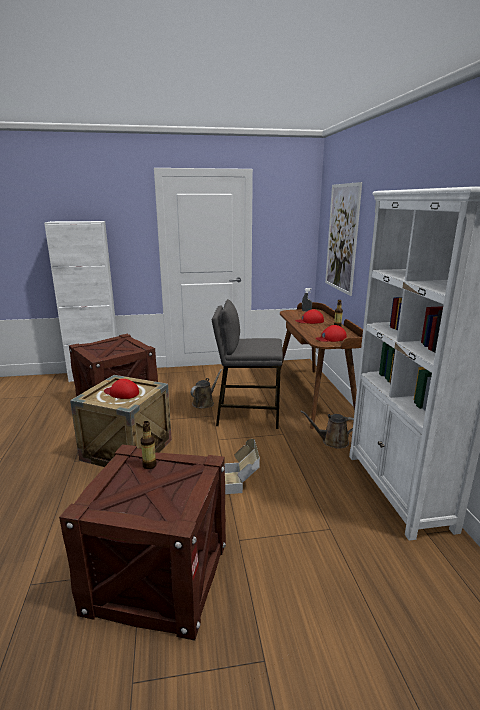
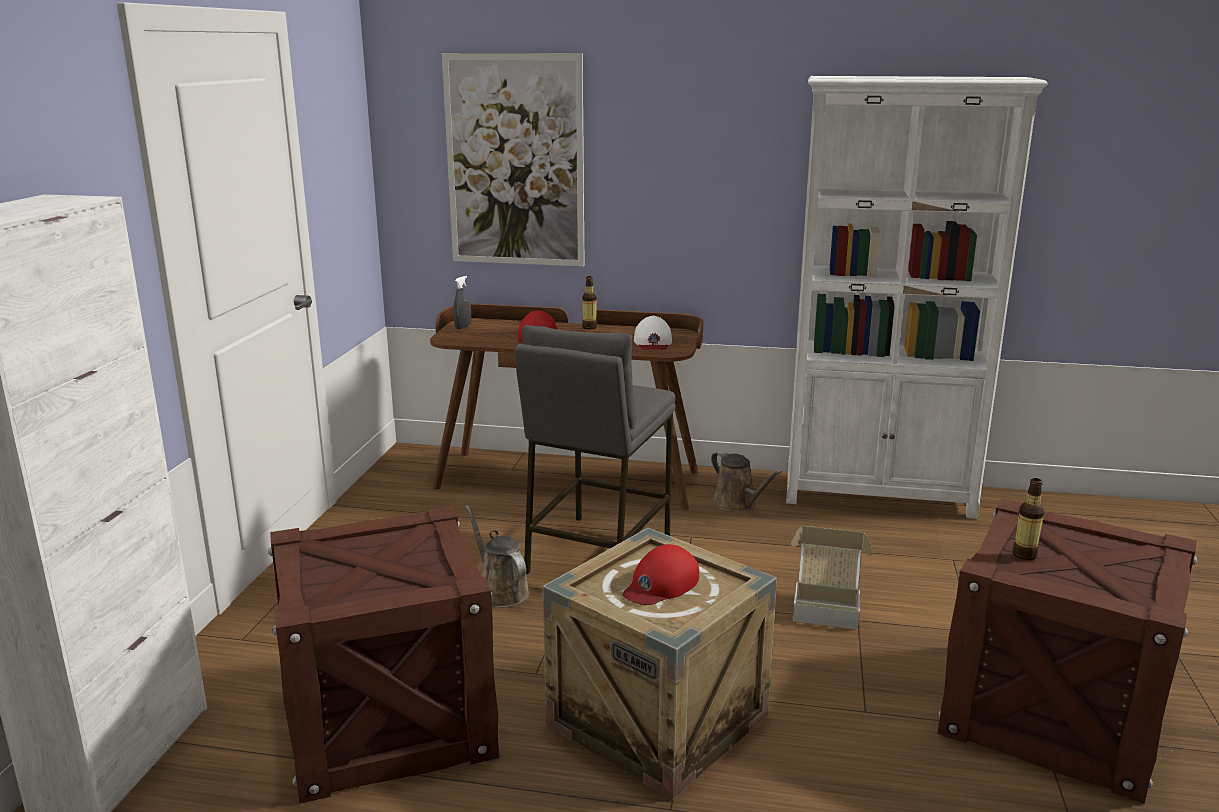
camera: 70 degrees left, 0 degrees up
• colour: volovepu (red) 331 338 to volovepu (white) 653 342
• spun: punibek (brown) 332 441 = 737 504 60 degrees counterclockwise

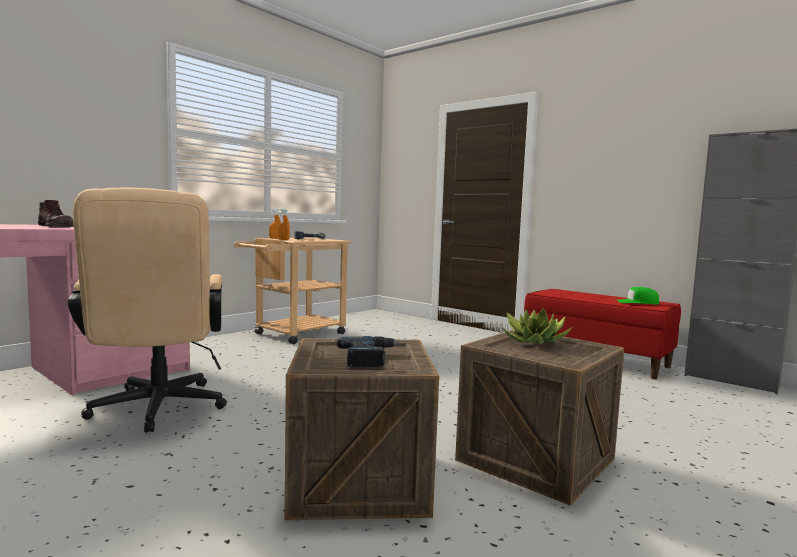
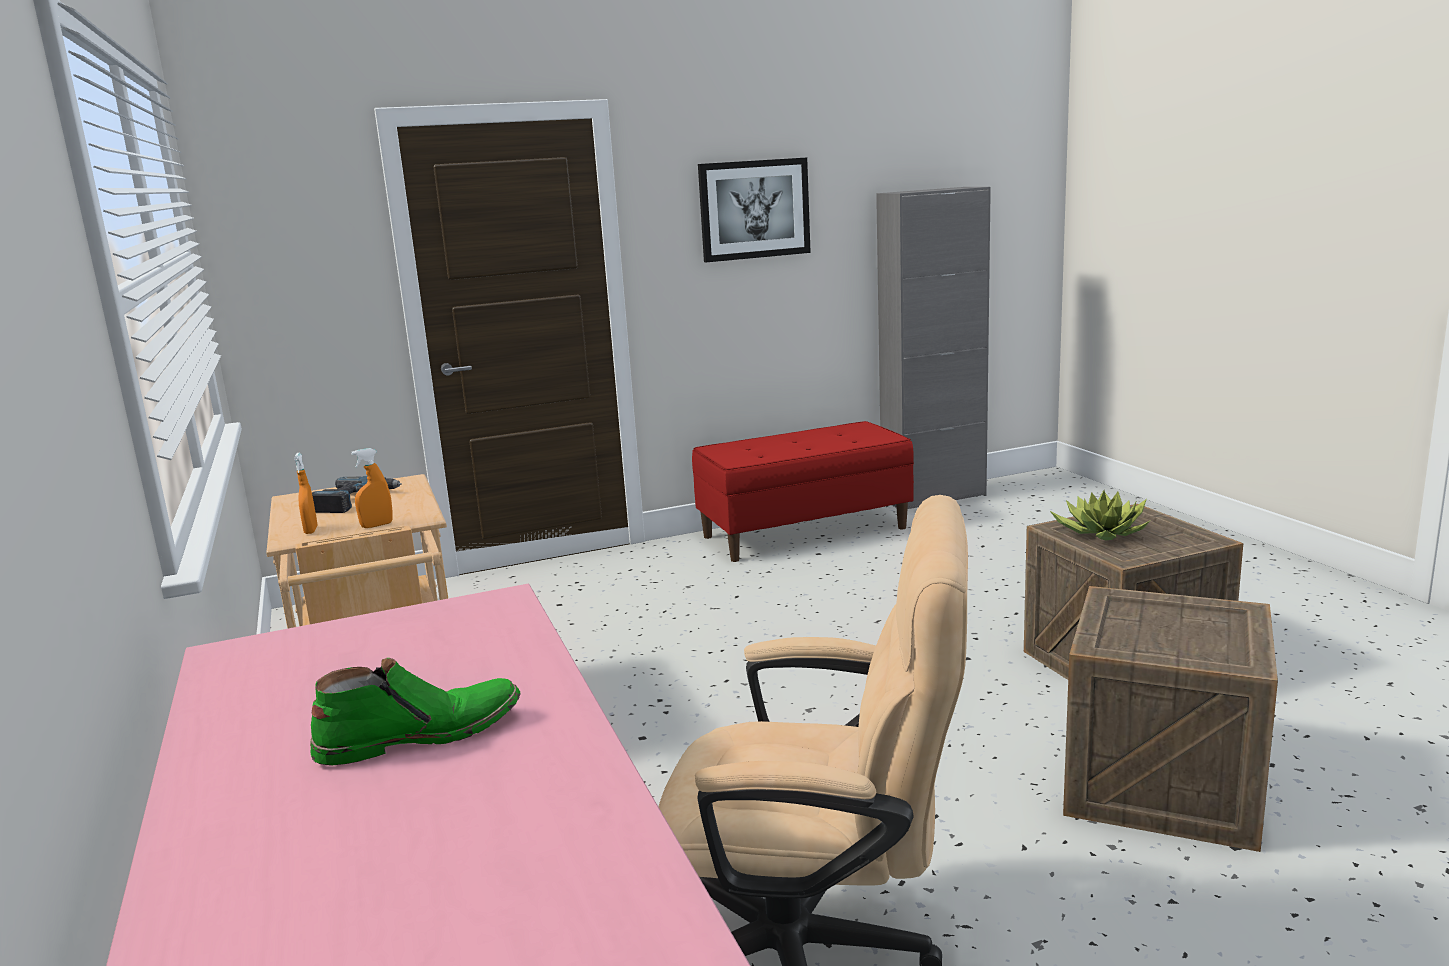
camera: 60 degrees left, 10 degrees up
• colour: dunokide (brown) 56 226 to dunokide (green) 420 734
• missing: volovepu (green) 637 303
• missing: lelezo 370 357
• appeared: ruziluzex 754 209

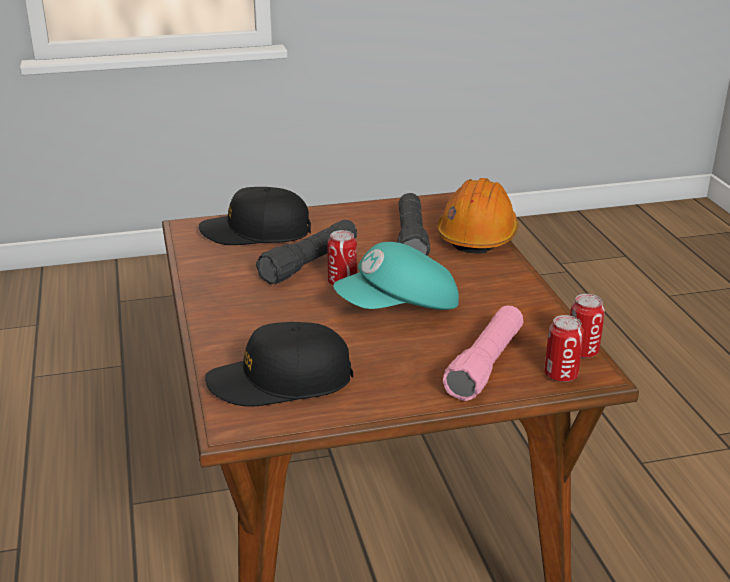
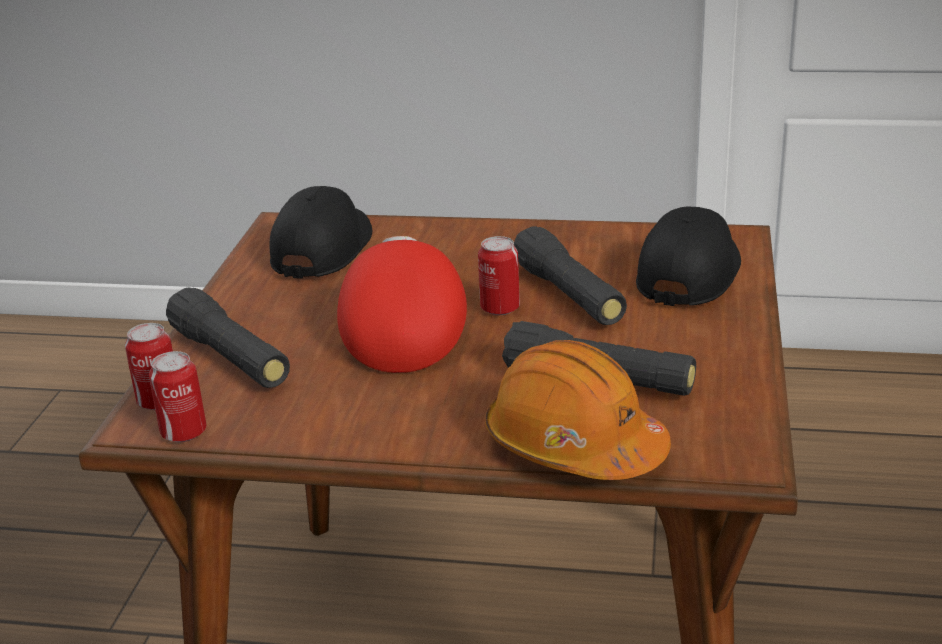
camera: 115 degrees right, 0 degrees up
• colour: volovepu (turquoise) 399 308 to volovepu (red) 402 332
• colour: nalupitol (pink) 485 365 to nalupitol (black) 231 358

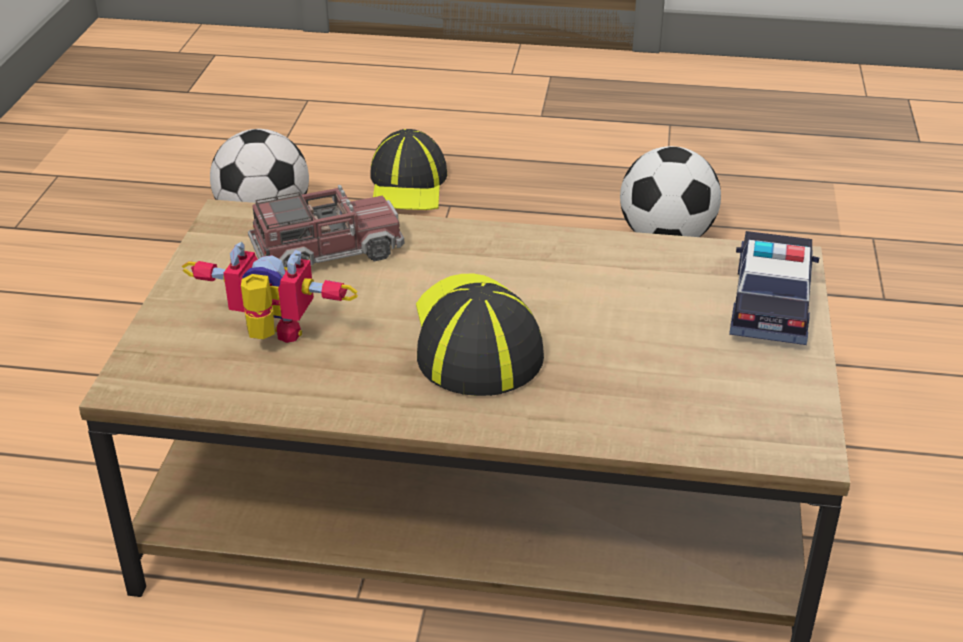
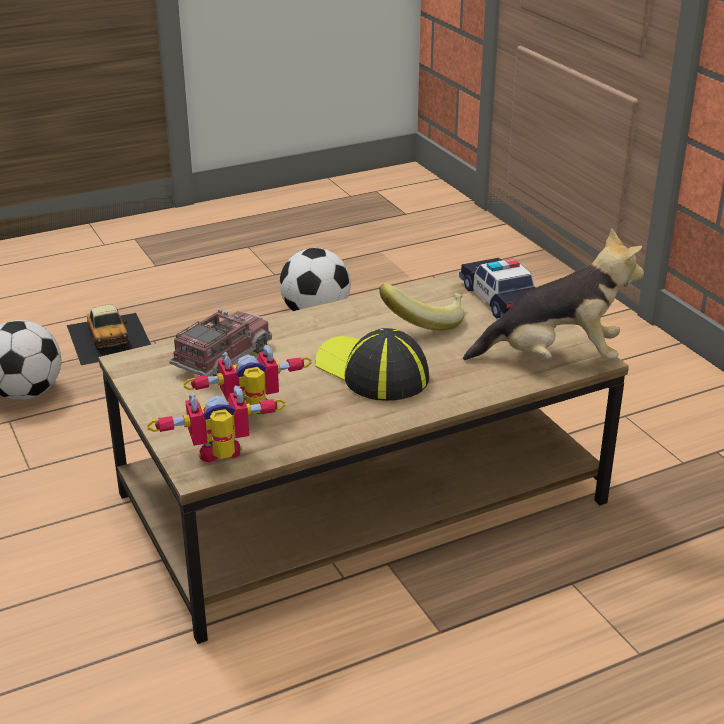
camera: 35 degrees left, 5 degrees down
• exchanged: volovepu 408 185 to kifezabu 110 337
• appeared: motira 554 358
• appeared: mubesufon 424 321
• appeared: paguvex 221 459

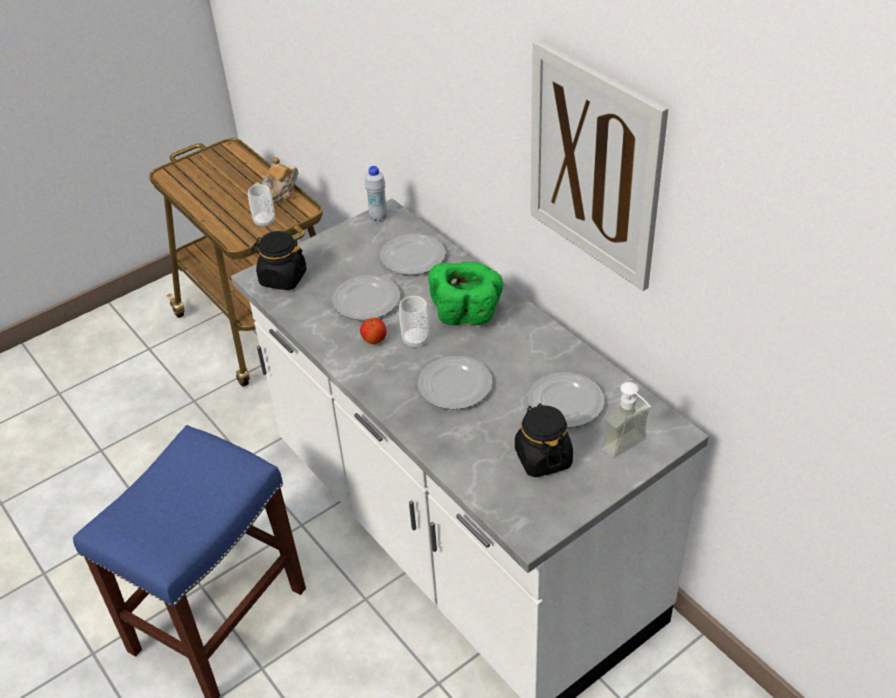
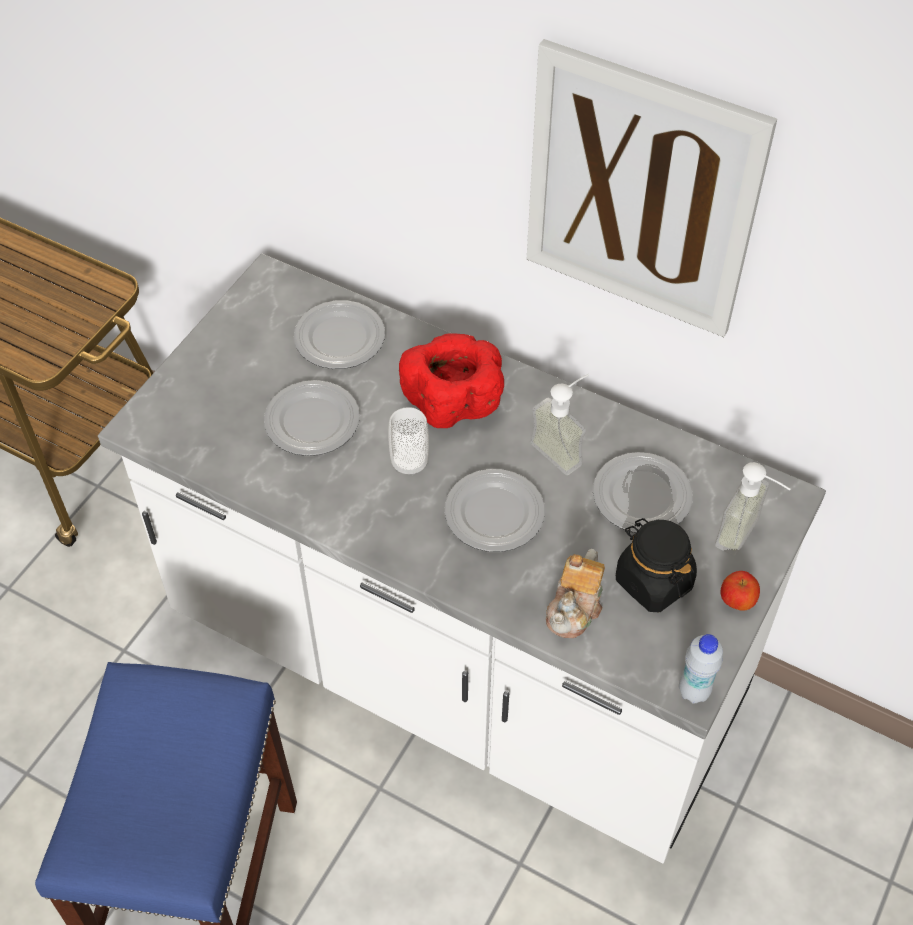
camera: 25 degrees left, 10 degrees up
• relocated: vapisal 279 194 to 575 608
• relocated: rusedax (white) 378 217 to 694 691
• missing: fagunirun 264 222
• missing: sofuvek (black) 282 278
• colour: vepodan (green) 466 311 to vepodan (red) 453 401
• relocated: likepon 374 340 to 737 601
• appeared: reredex 564 448

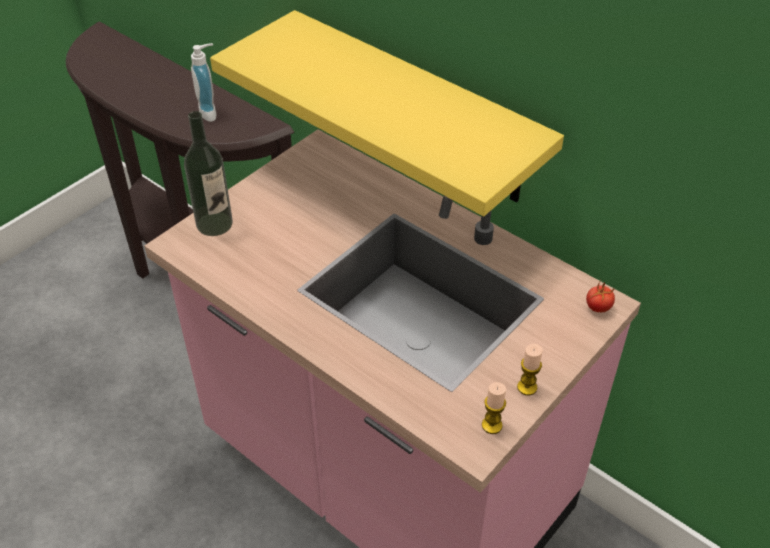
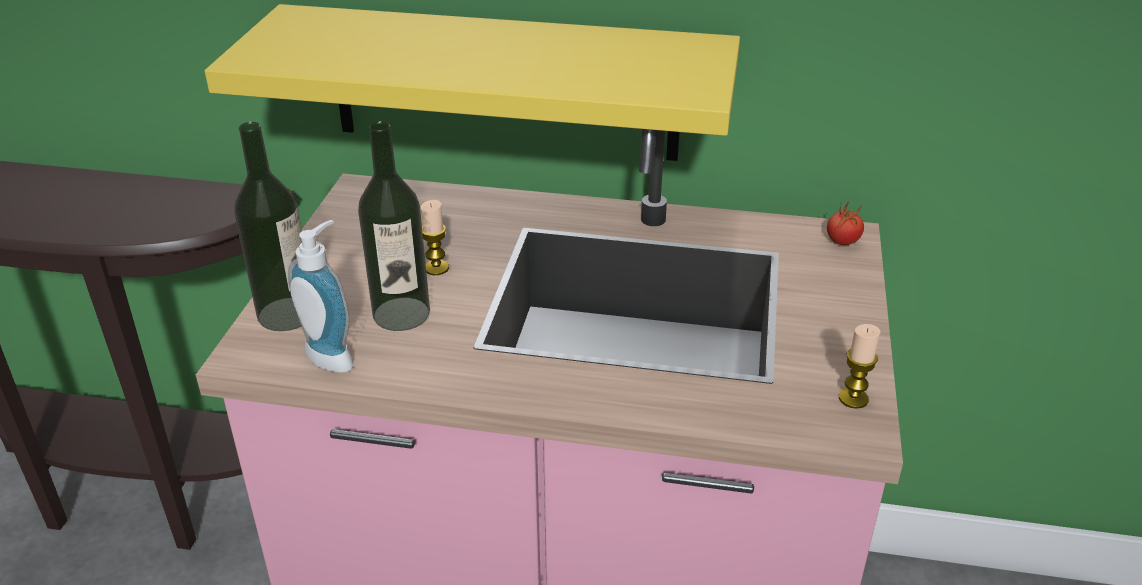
camera: 30 degrees left, 10 degrees down
• relocated: reredex 211 112 to 334 355
• relocated: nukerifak 527 387 to 436 268
• appeared: rusedax 401 314

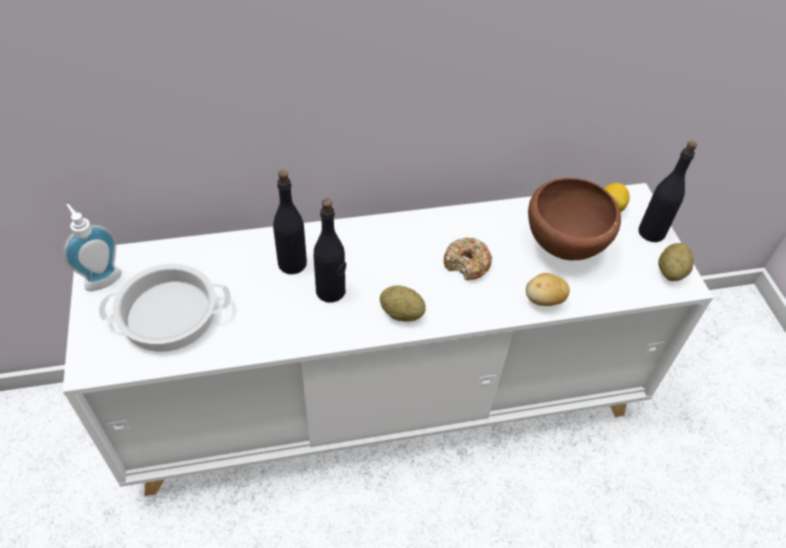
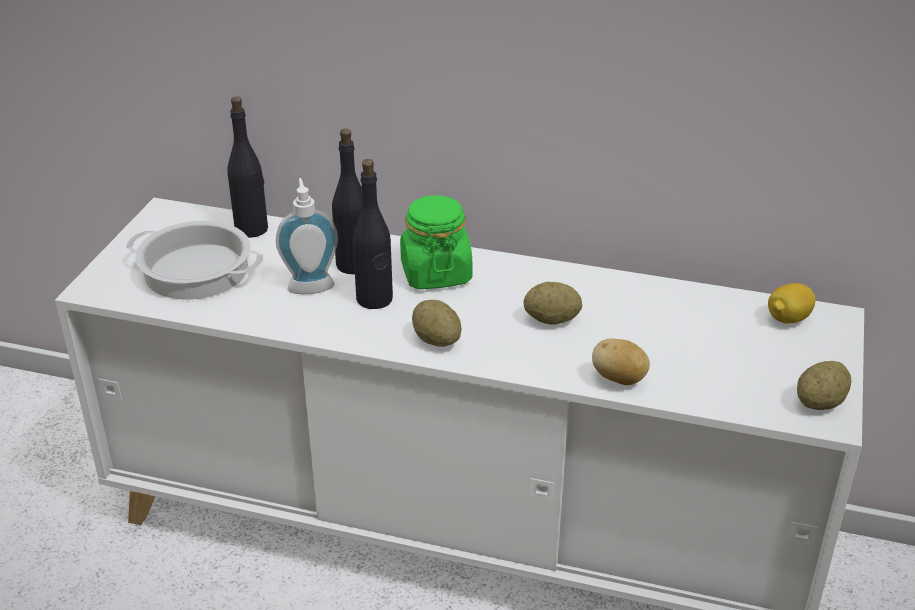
camera: 30 degrees right, 15 degrees down
• relocated: rusedax (black) 651 232 to 252 229
• missing: vepodan (brown) 563 249
• relocated: reredex 101 278 to 310 284
• exchanged: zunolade 467 264 to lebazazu 551 320
• appeared: sofuvek (green) 435 273

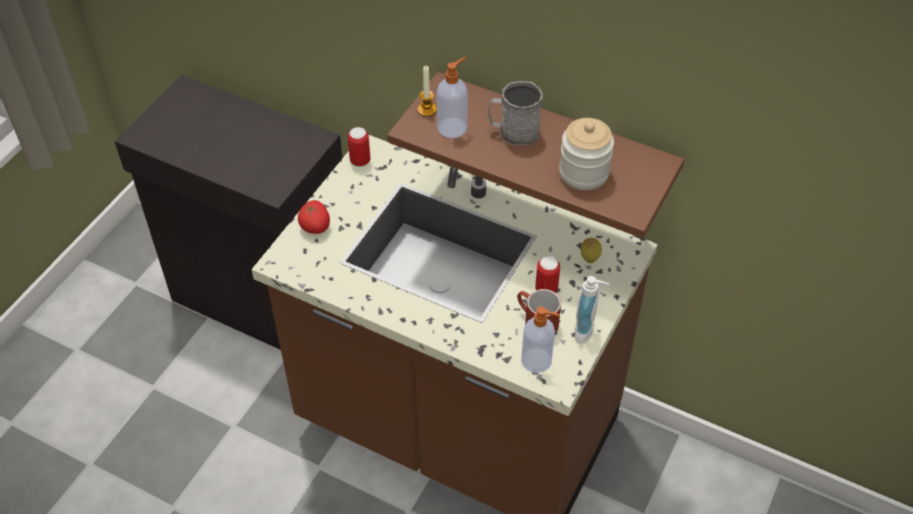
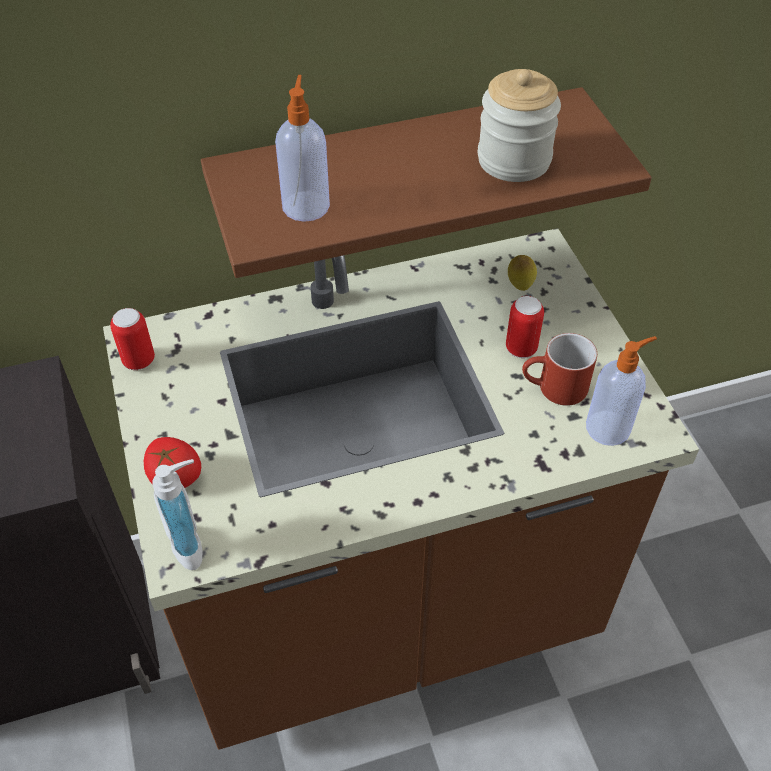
camera: 45 degrees left, 0 degrees up
• missing: nukerifak 427 110
• missing: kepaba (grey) 513 132
• relocated: reredex 587 331 to 193 545

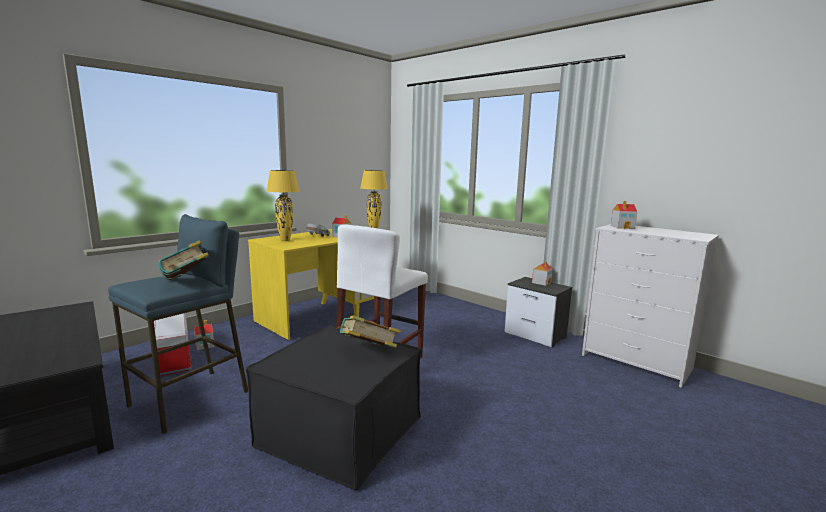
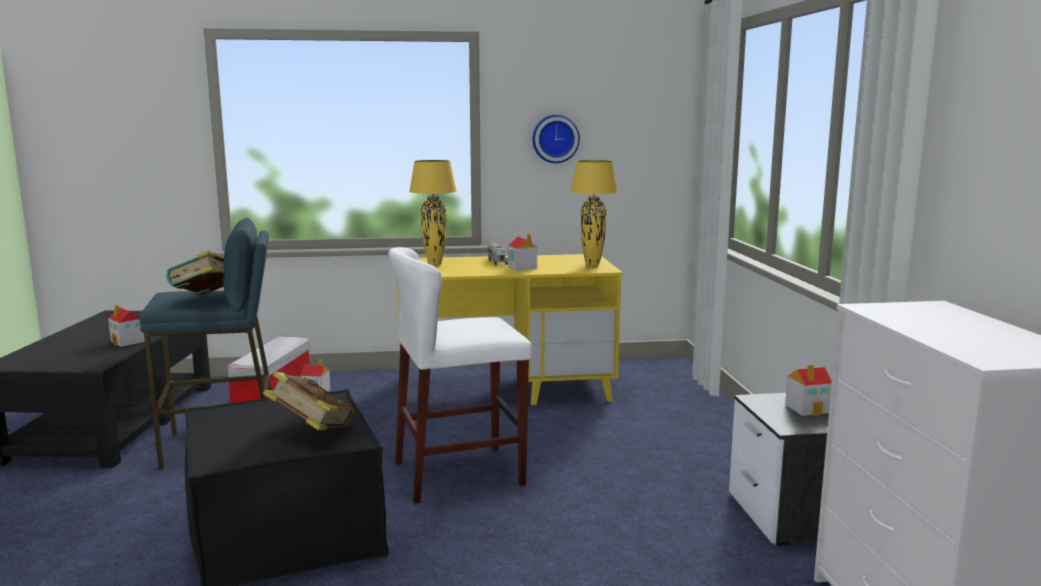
camera: 40 degrees right, 0 degrees up
• relocated: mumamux 623 227 to 128 342
• appeared: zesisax 555 139

